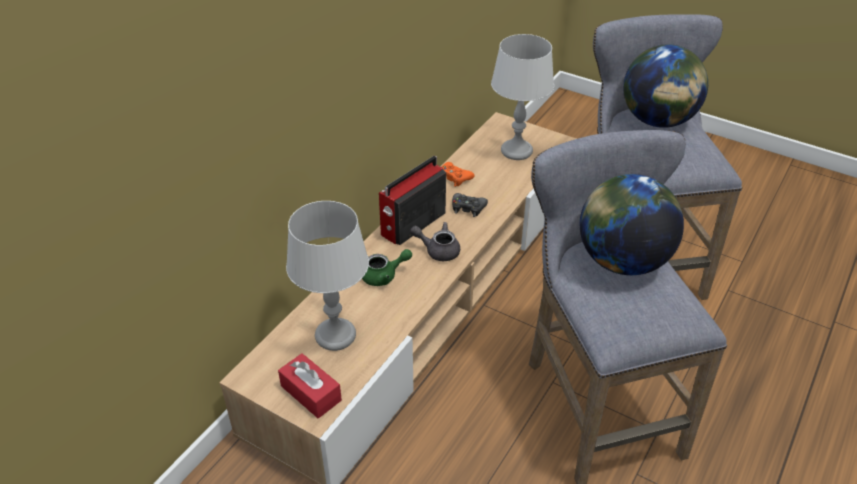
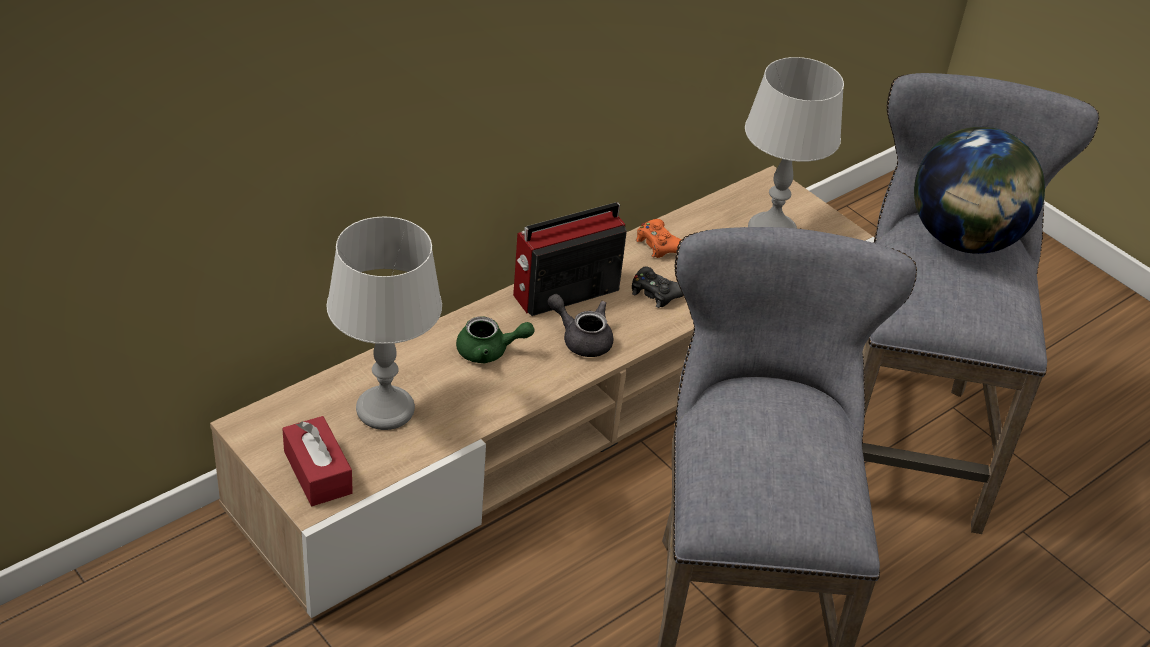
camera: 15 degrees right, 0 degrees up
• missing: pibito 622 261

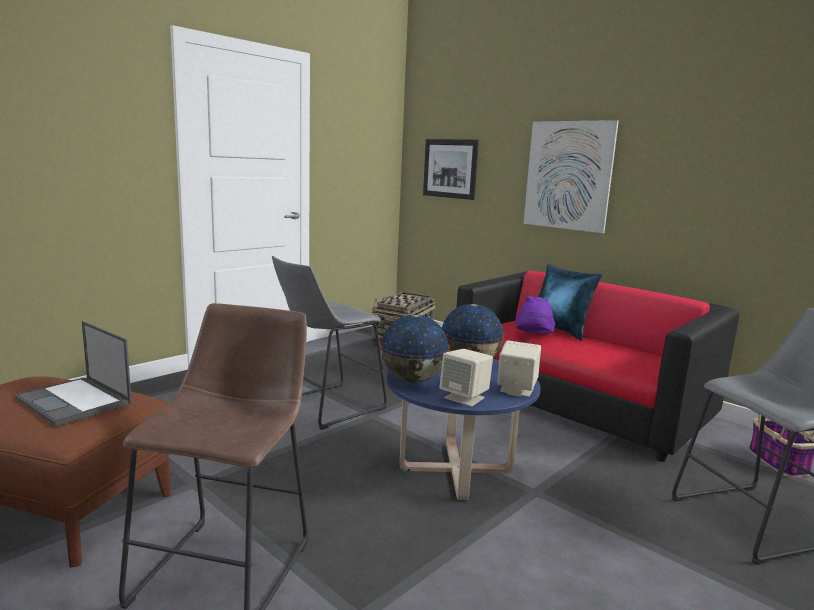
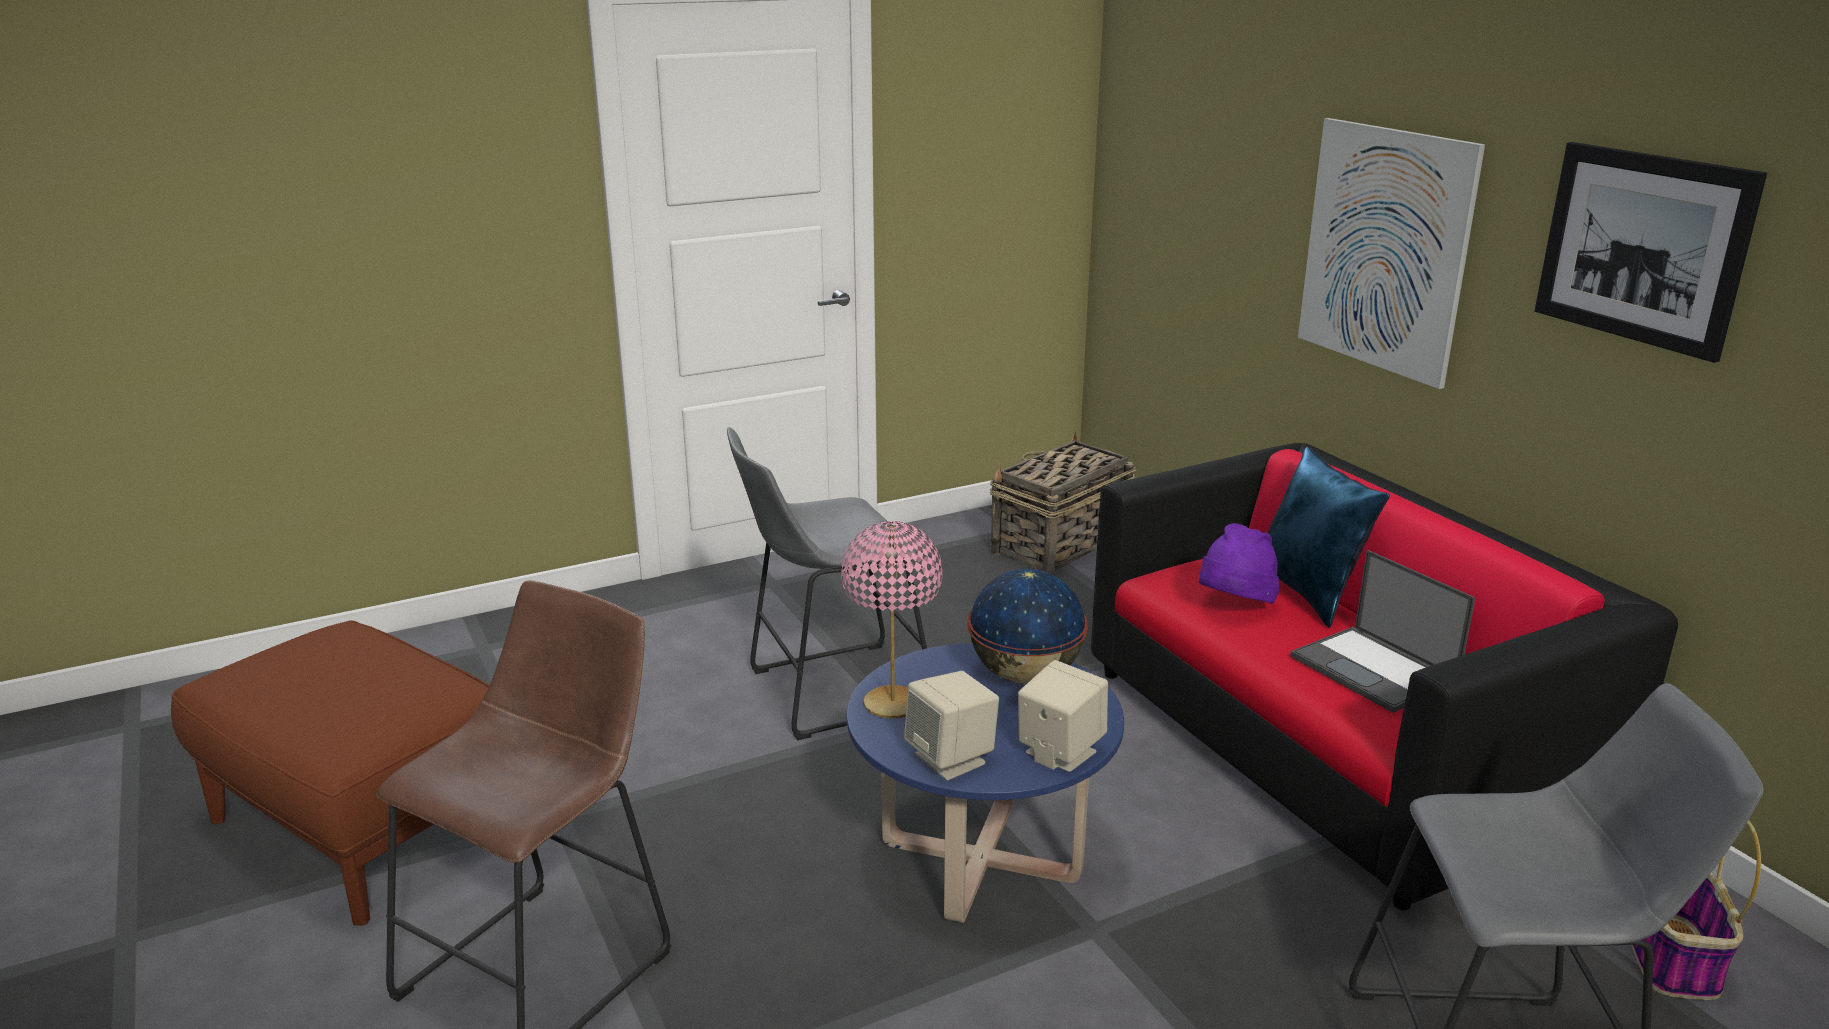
camera: 20 degrees right, 10 degrees up
• relocated: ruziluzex 450 168 to 1642 247
• exchanged: pibito 412 380 to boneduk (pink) 892 704
• relocated: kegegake 75 401 to 1375 670

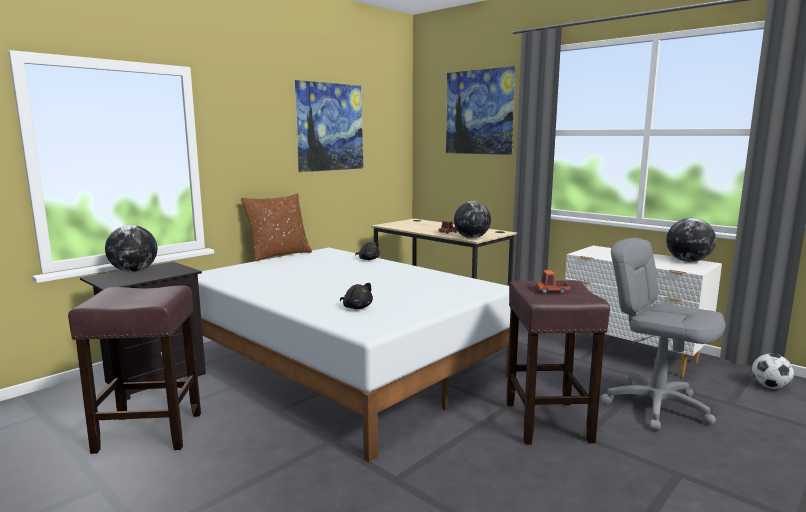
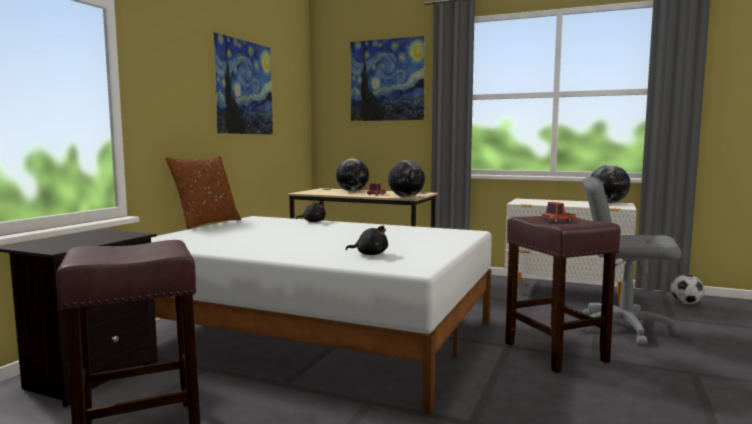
camera: 20 degrees left, 5 degrees down
• relocated: pibito 134 271 to 352 191

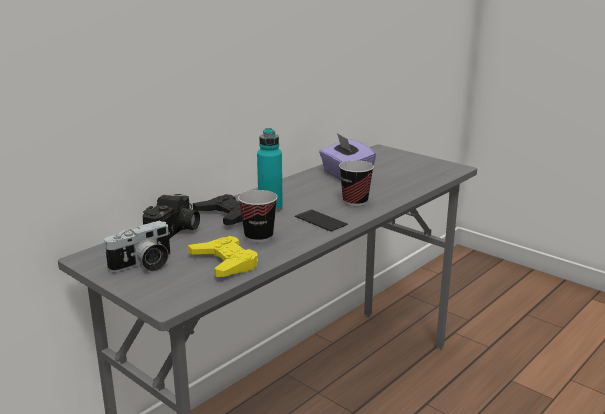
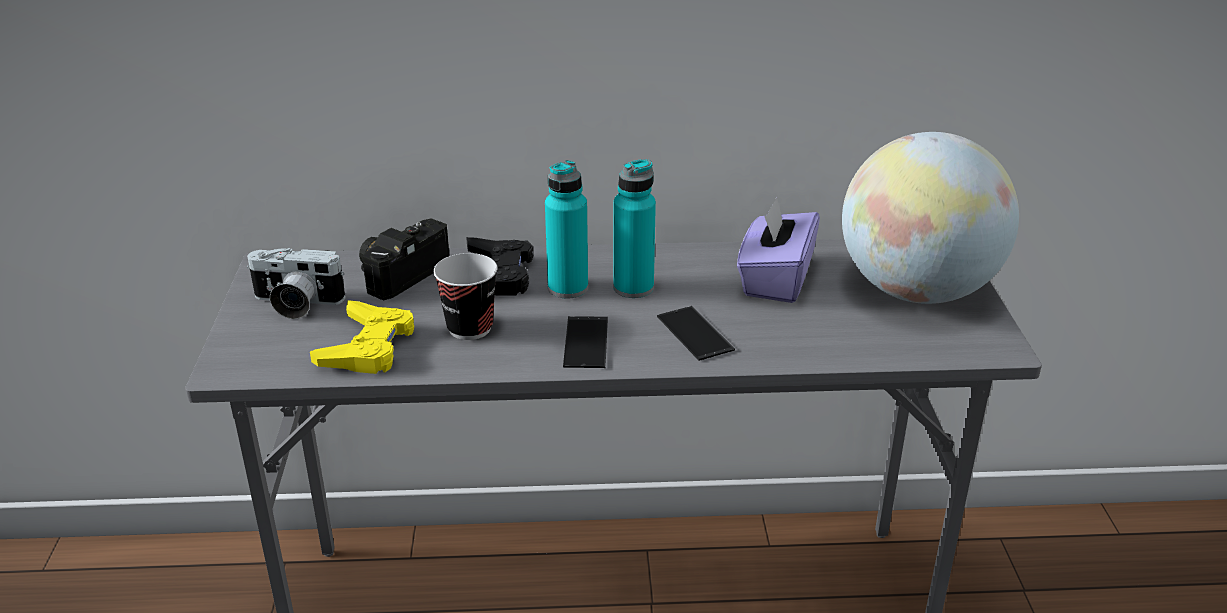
camera: 45 degrees right, 10 degrees up
• exchanged: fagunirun 355 201 to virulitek 695 333
• spun: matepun 175 232 = 401 273 150 degrees clockwise
• appeared: pibito 916 291
• appeared: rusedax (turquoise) 633 288

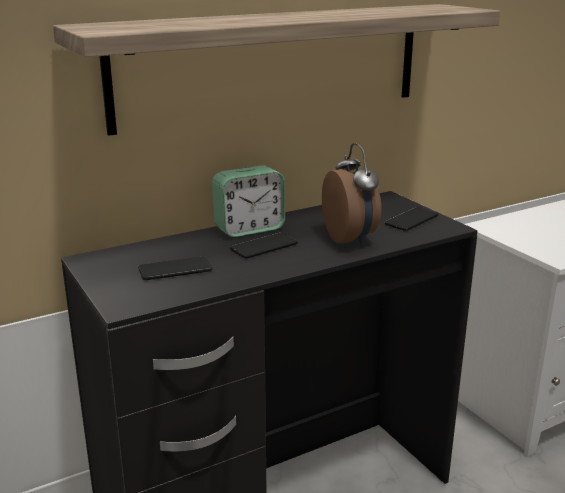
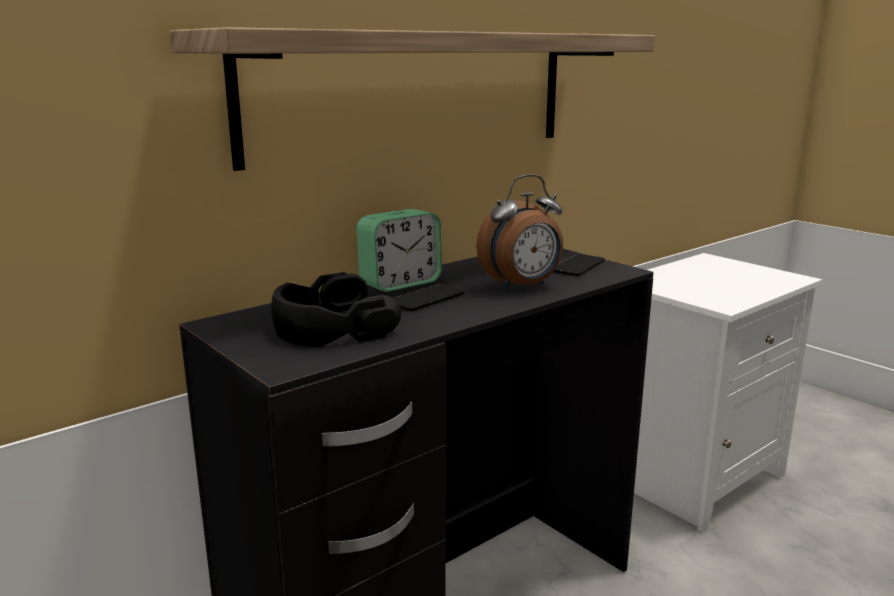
camera: 10 degrees left, 5 degrees down
• spun: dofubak 351 239 = 522 286 90 degrees clockwise
• exchanged: virulitek 175 269 to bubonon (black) 331 327

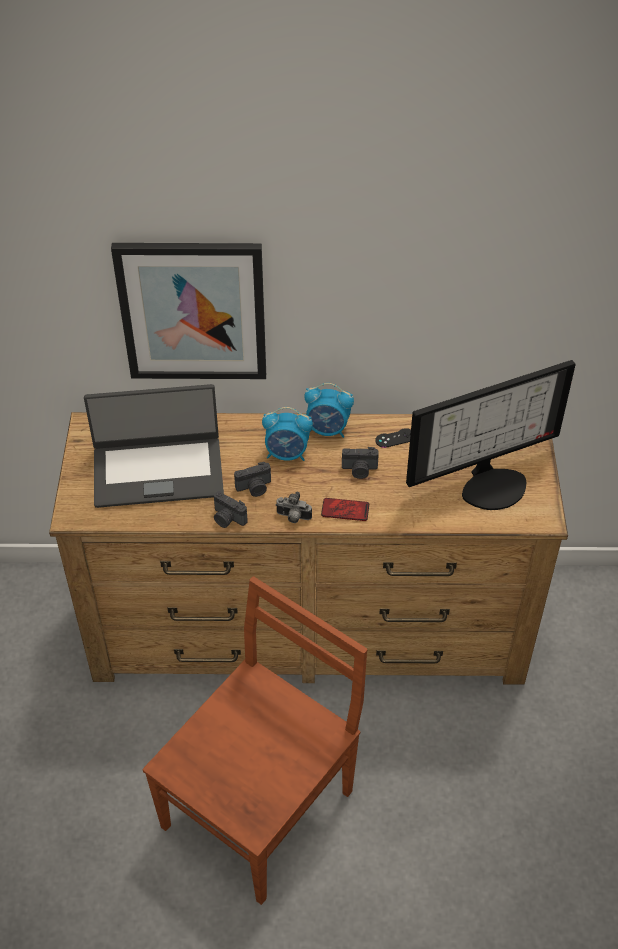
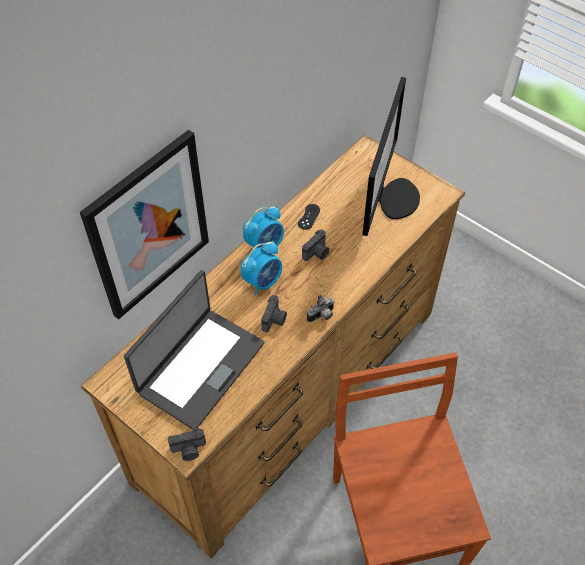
camera: 50 degrees left, 5 degrees up
• relocated: matepun 227 519 to 189 450
• missing: virulitek 345 510

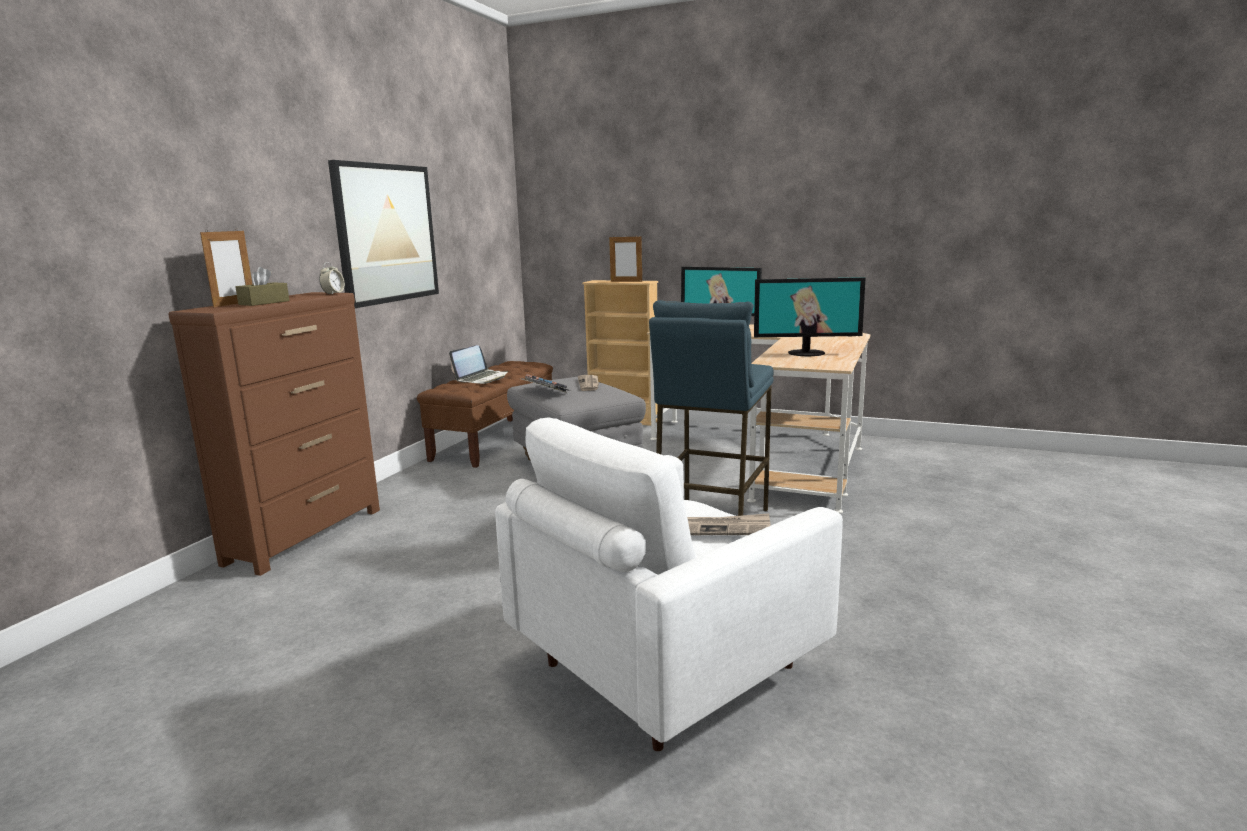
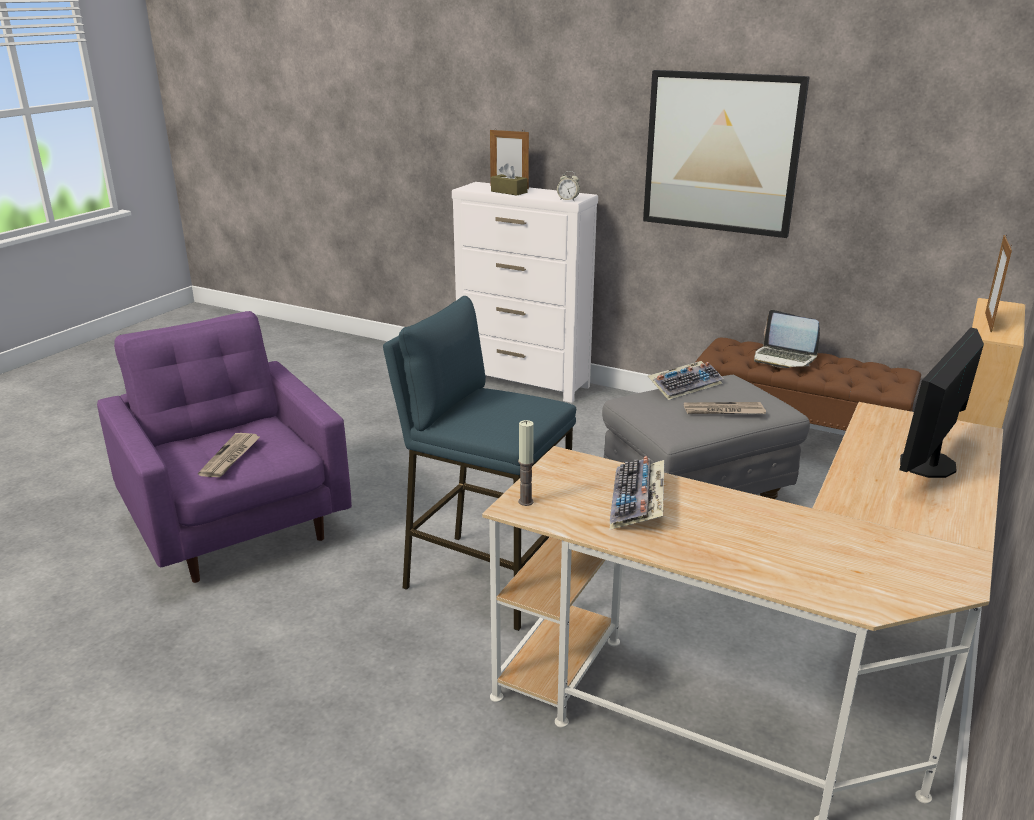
camera: 95 degrees right, 10 degrees up
• exchanged: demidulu 806 353 to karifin 638 503
• colour: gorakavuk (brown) 307 535 to gorakavuk (white) 524 382
• colour: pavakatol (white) 663 667 to pavakatol (purple) 237 524
• appeared: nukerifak 525 502

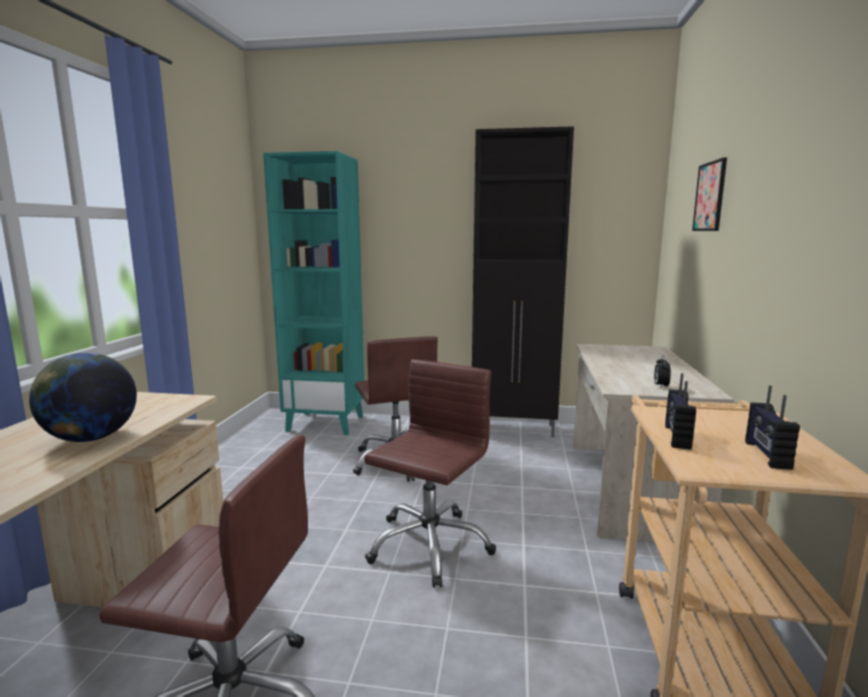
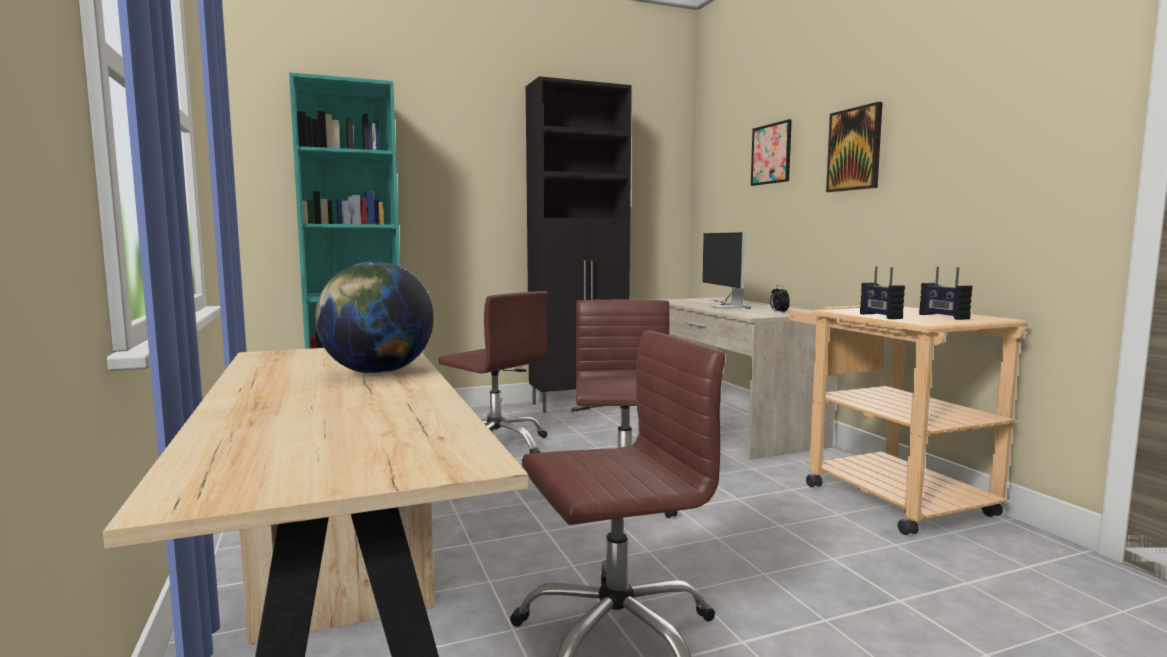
camera: 30 degrees left, 5 degrees down
• appeared: ruziluzex 854 149
• appeared: demidulu 726 306

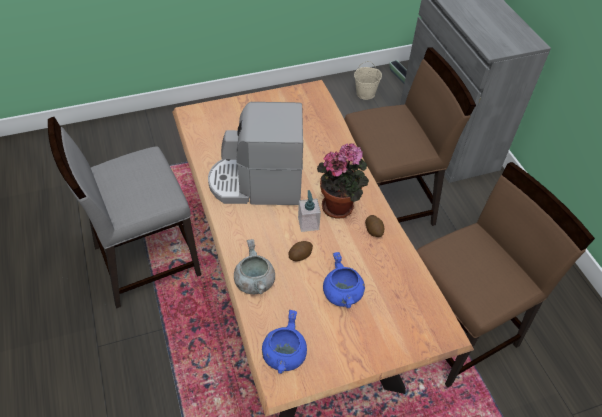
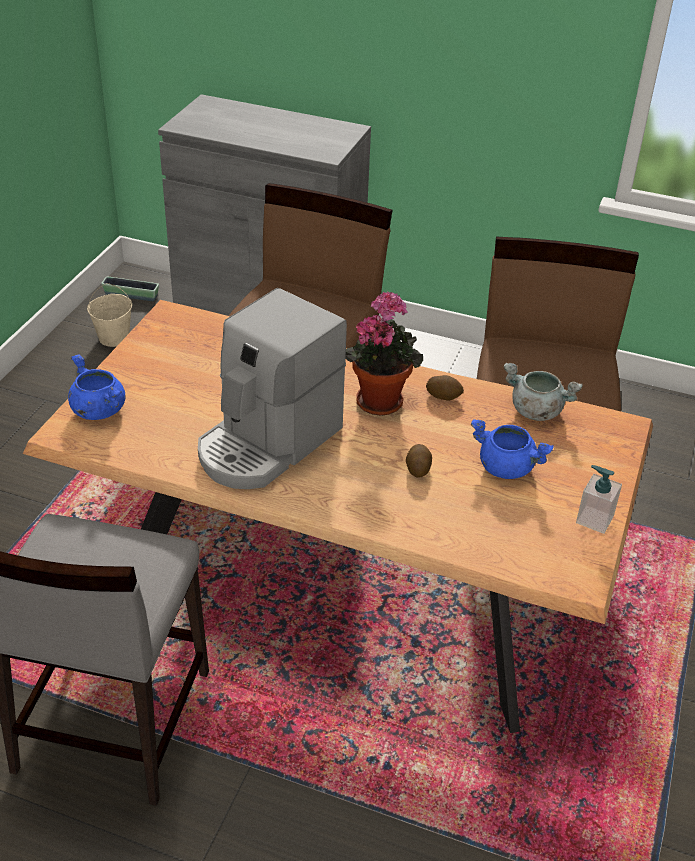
camera: 50 degrees left, 10 degrees down
• relocated: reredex 308 223 to 594 519
• relocated: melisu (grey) 254 282 to 535 411
• relocated: melisu (blue) 284 355 to 98 410

